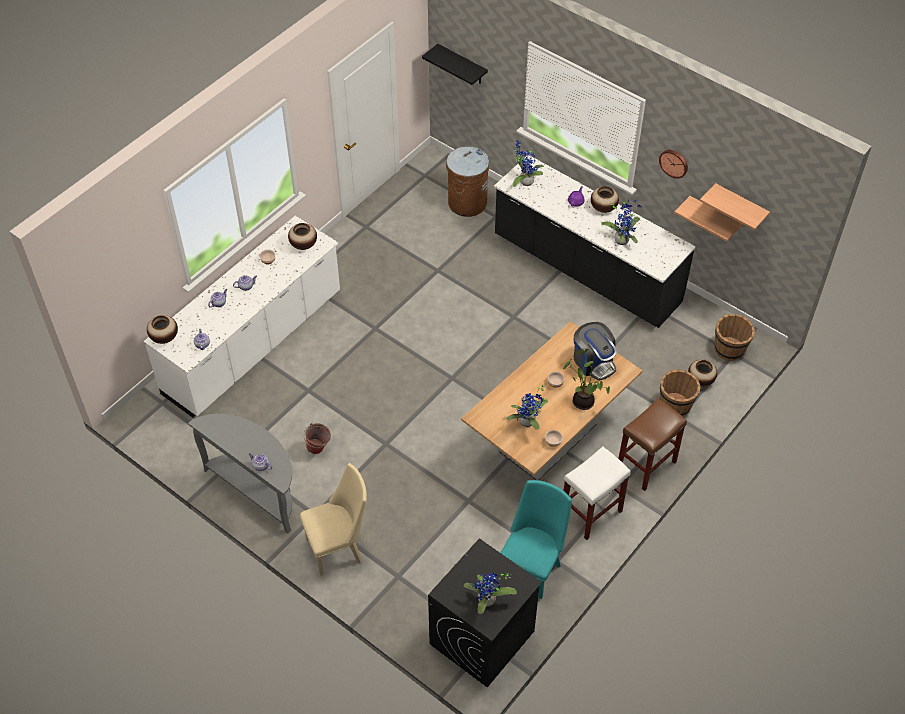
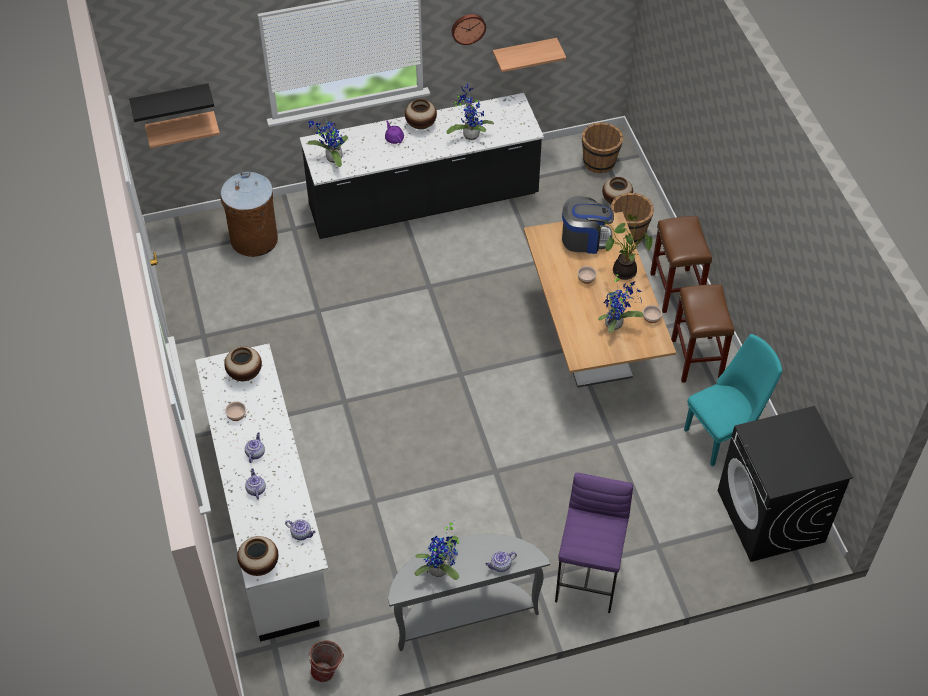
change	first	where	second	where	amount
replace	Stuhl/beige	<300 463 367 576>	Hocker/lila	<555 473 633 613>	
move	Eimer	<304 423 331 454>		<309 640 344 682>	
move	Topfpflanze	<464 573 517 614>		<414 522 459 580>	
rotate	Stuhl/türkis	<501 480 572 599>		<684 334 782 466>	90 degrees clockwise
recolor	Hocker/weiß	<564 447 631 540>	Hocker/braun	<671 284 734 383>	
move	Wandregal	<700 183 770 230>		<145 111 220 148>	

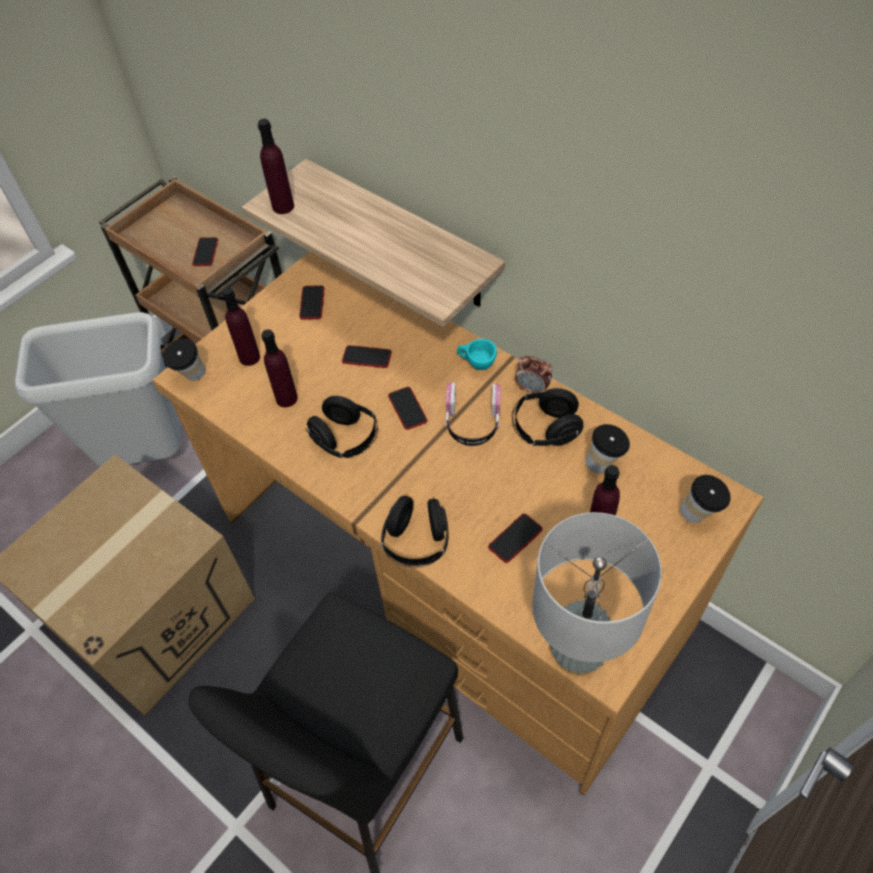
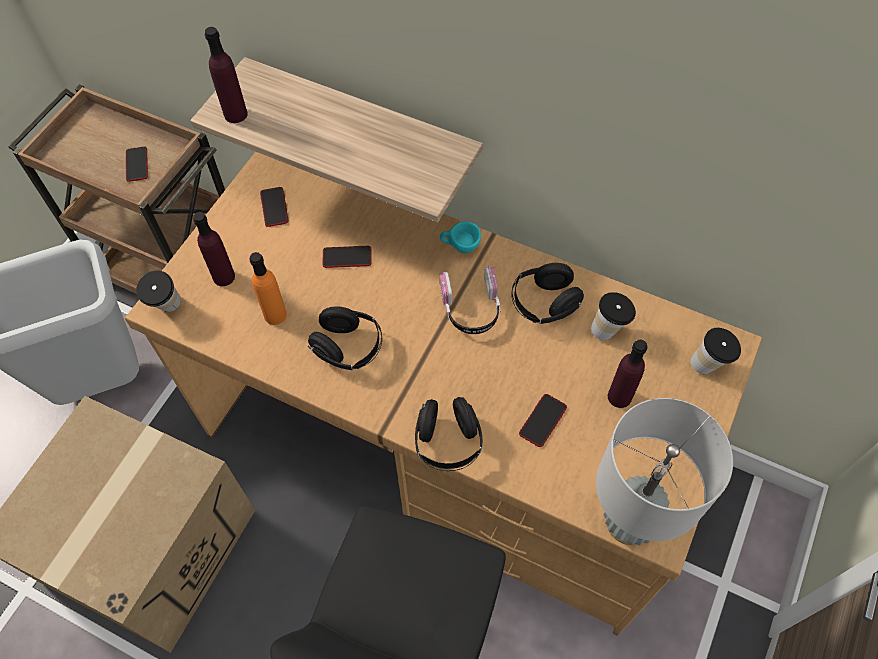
change	first	where	second	where	amount
recolor	Flasche/lila	<261 329 298 407>	Flasche/orange	<249 252 287 325>	
delete	Handy	<388 387 427 430>			
delete	Wecker	<515 356 552 393>			

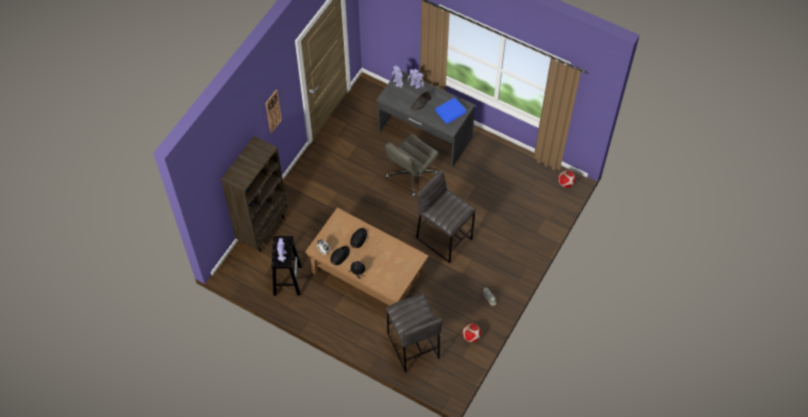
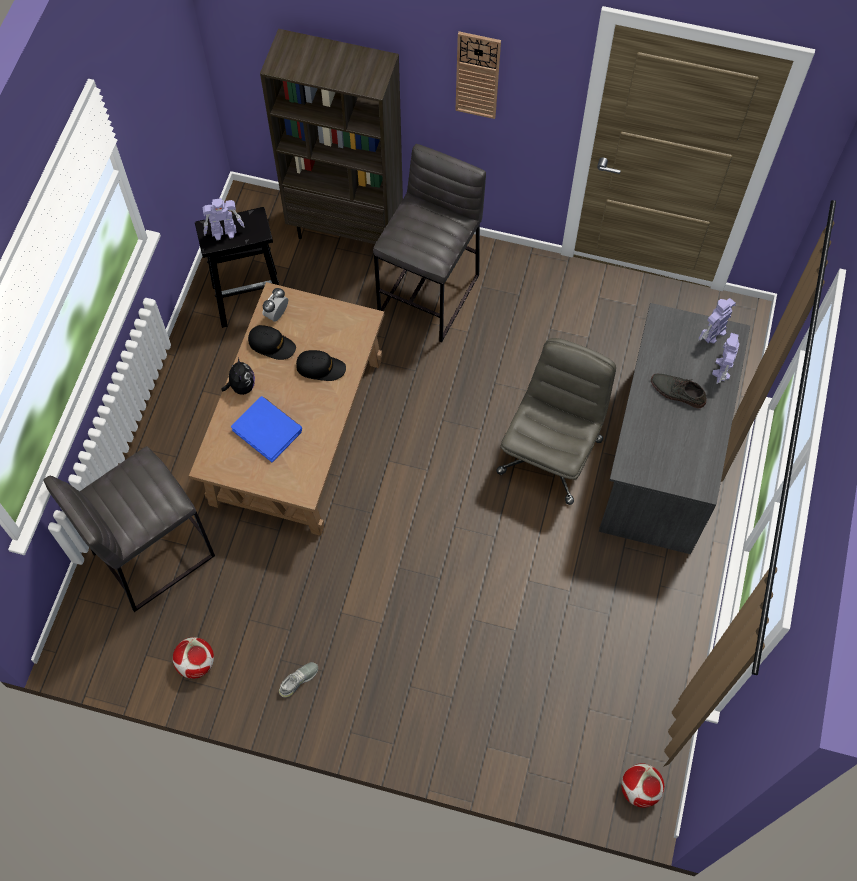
change	first	where	second	where	amount
rotate	Bürostuhl/grau	<385 134 439 197>		<496 338 616 505>	90 degrees clockwise
move	Hocker/grau	<416 170 475 263>		<373 144 486 342>	
move	Buch/blau	<435 98 466 124>		<231 396 302 462>	

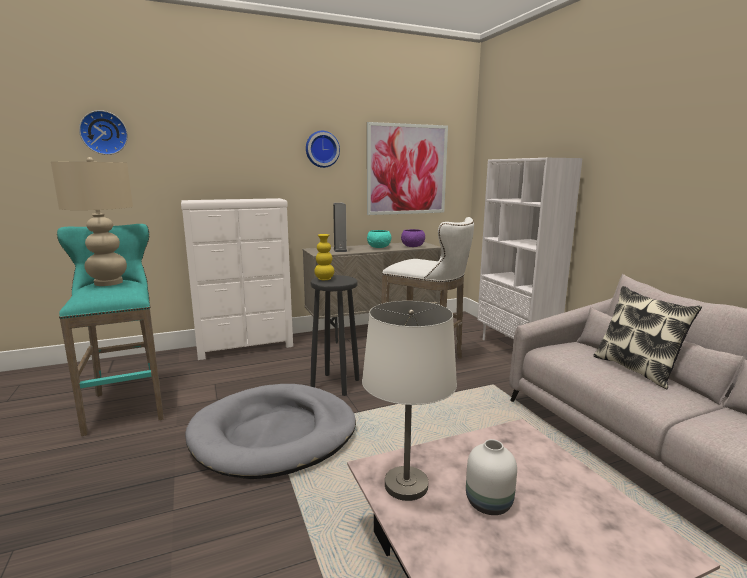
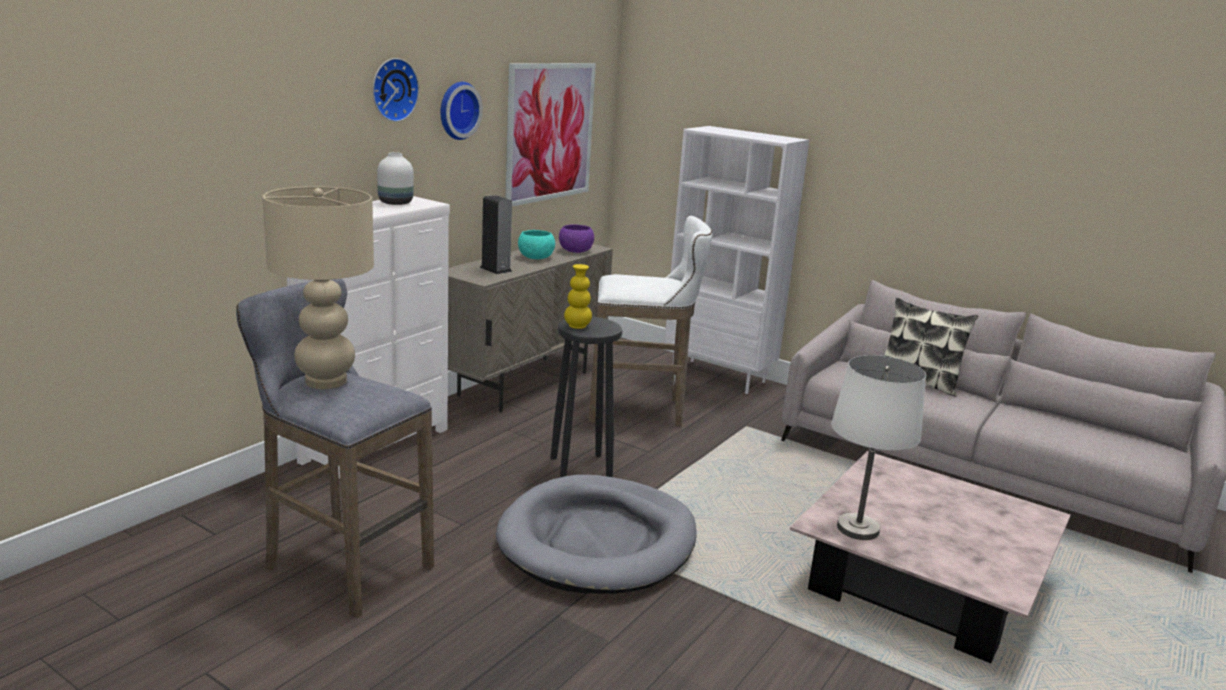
change	first	where	second	where	amount
recolor	Hocker/türkis	<57 224 164 436>	Hocker/grau	<236 278 434 618>	
move	Wanduhr	<79 110 128 155>		<373 58 419 122>	
move	Vase/weiß	<466 439 517 515>		<377 152 414 205>	

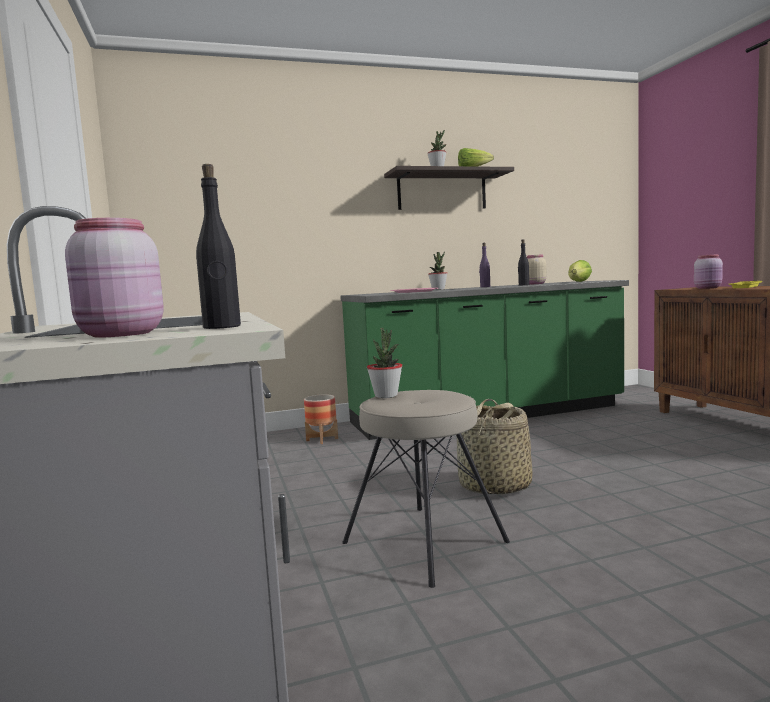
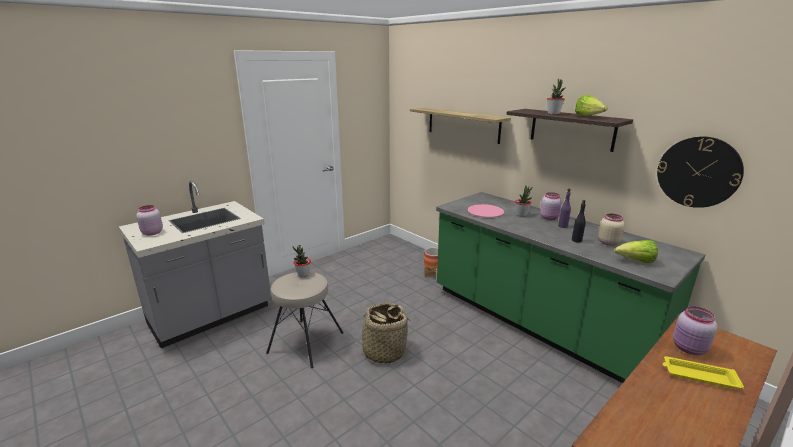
change	first	where	second	where	amount
delete	Flasche/schwarz	<196 164 241 329>			
insert			Wandregal	<410 107 511 144>	
insert			Vorratsglas/rosa	<540 192 562 220>	
insert			Wanduhr	<657 136 744 208>	

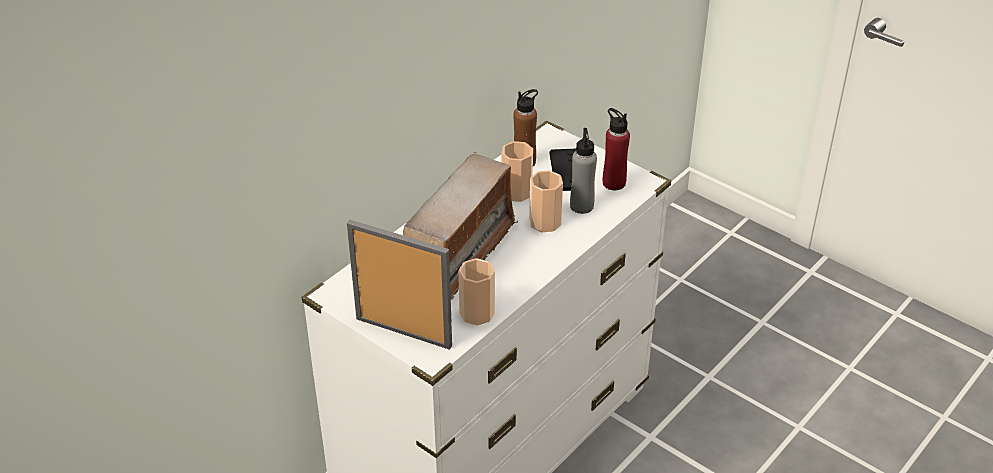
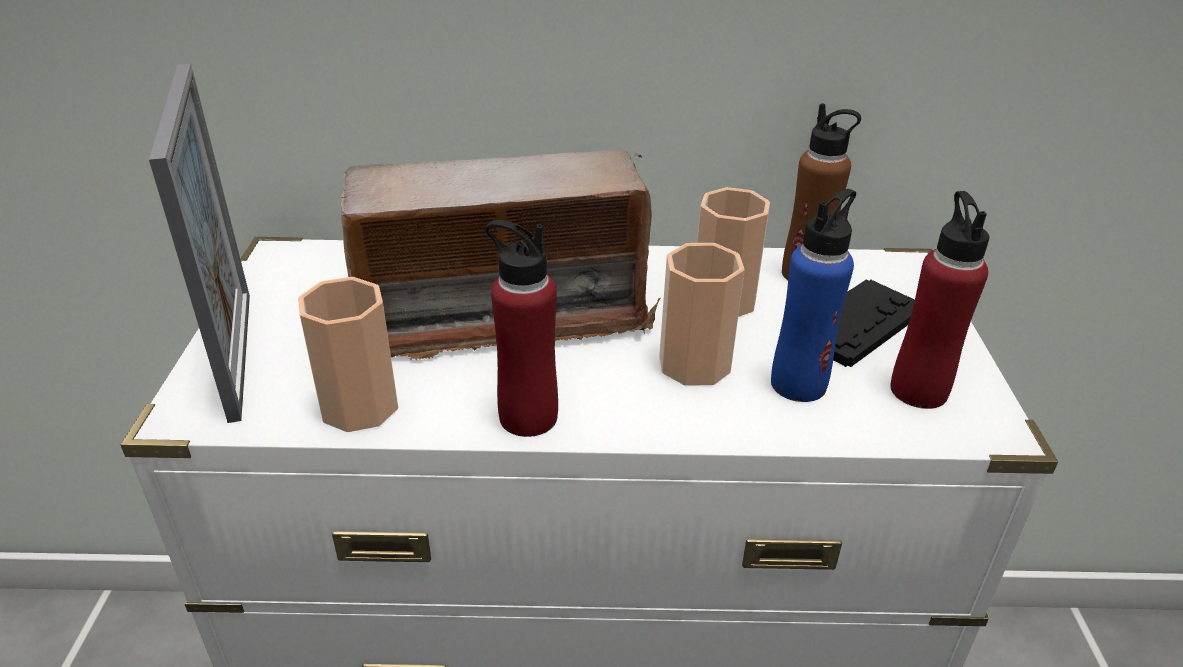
change	first	where	second	where	amount
recolor	Flasche/grau	<570 128 597 214>	Flasche/blau	<771 189 856 402>	
insert			Flasche/rot	<486 220 558 437>	

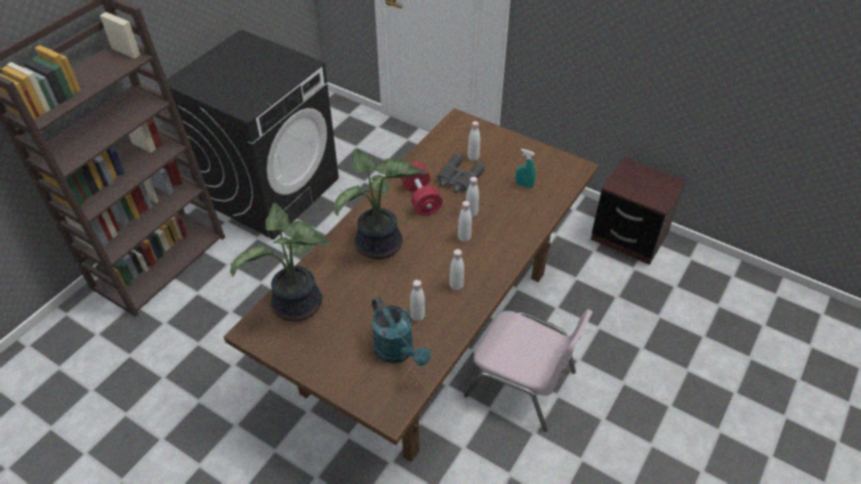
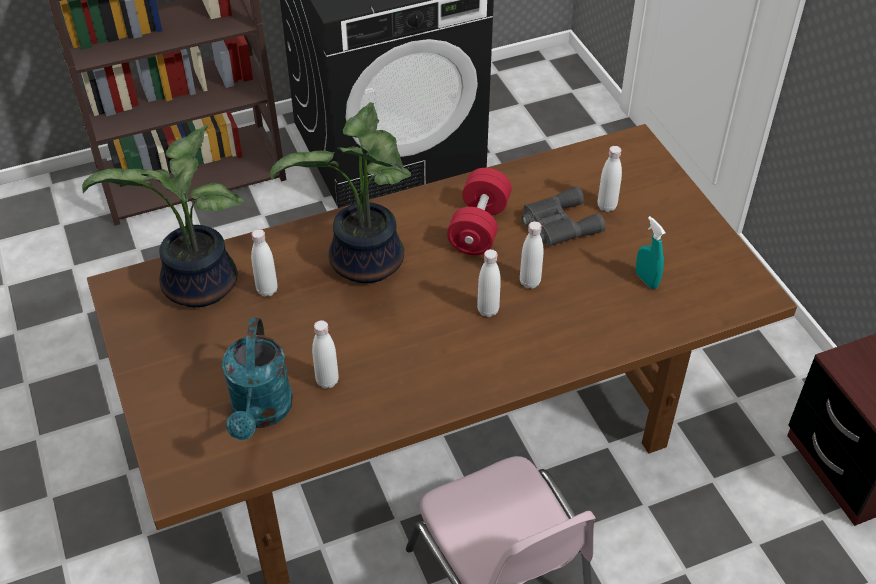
change	first	where	second	where	amount
move	Flasche/weiß	<450 249 464 291>		<251 229 278 297>	

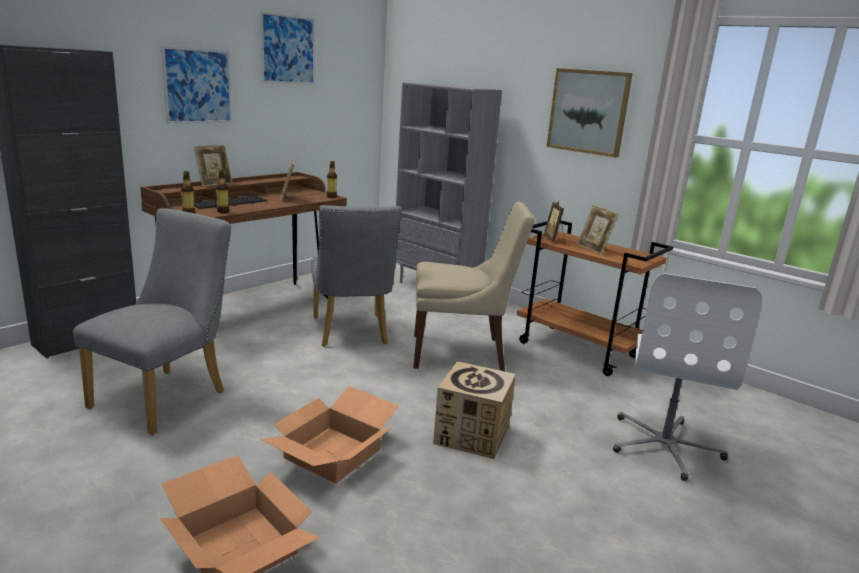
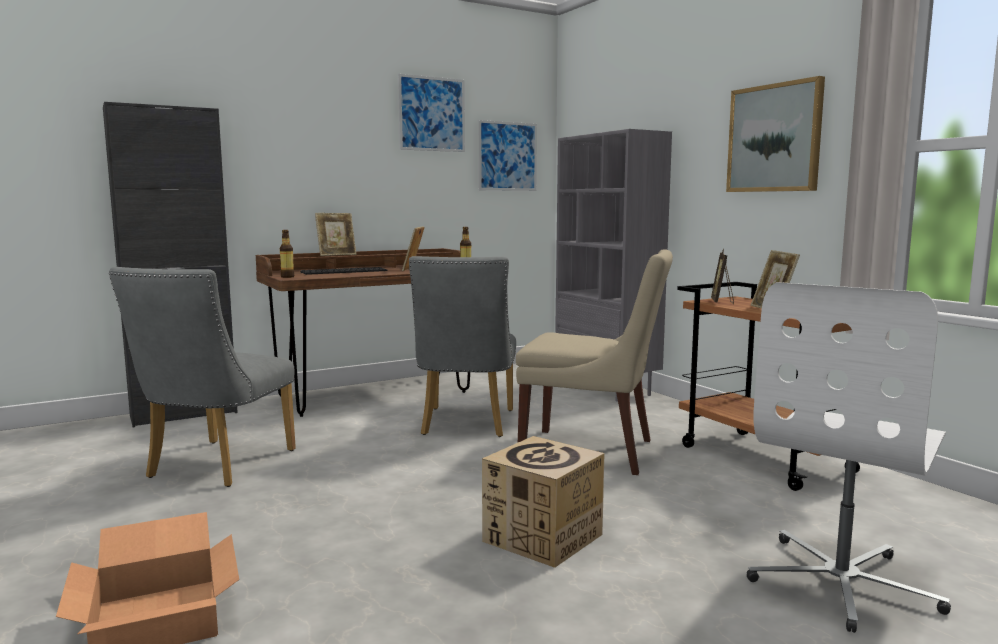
change	first	where	second	where	amount
rotate	Stuhl/grau	<73 208 231 435>		<109 267 296 487>	150 degrees clockwise
move	Bild	<161 46 232 124>		<478 120 537 191>	
delete	Flasche	<216 170 229 213>			
delete	Karton	<259 386 399 484>			

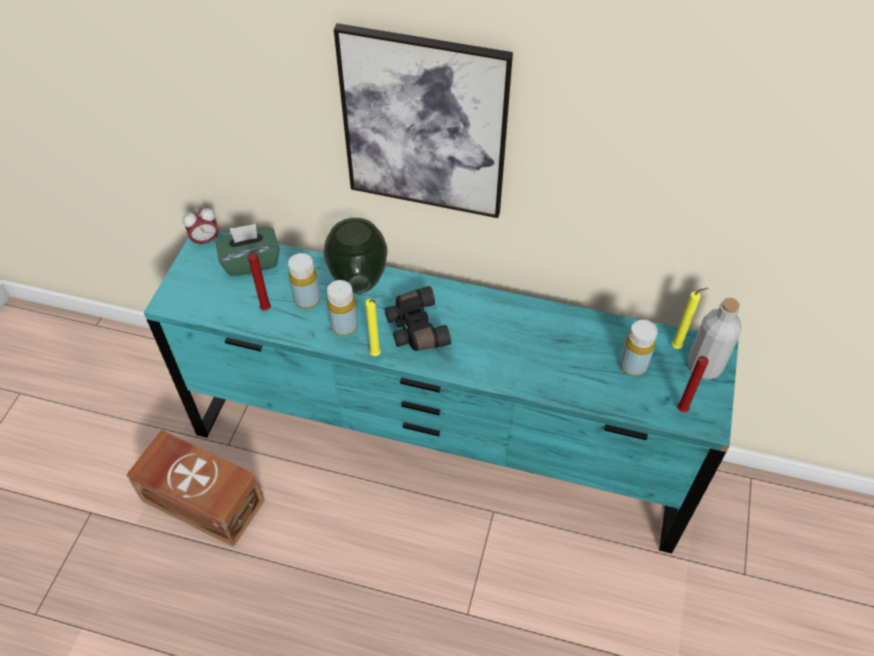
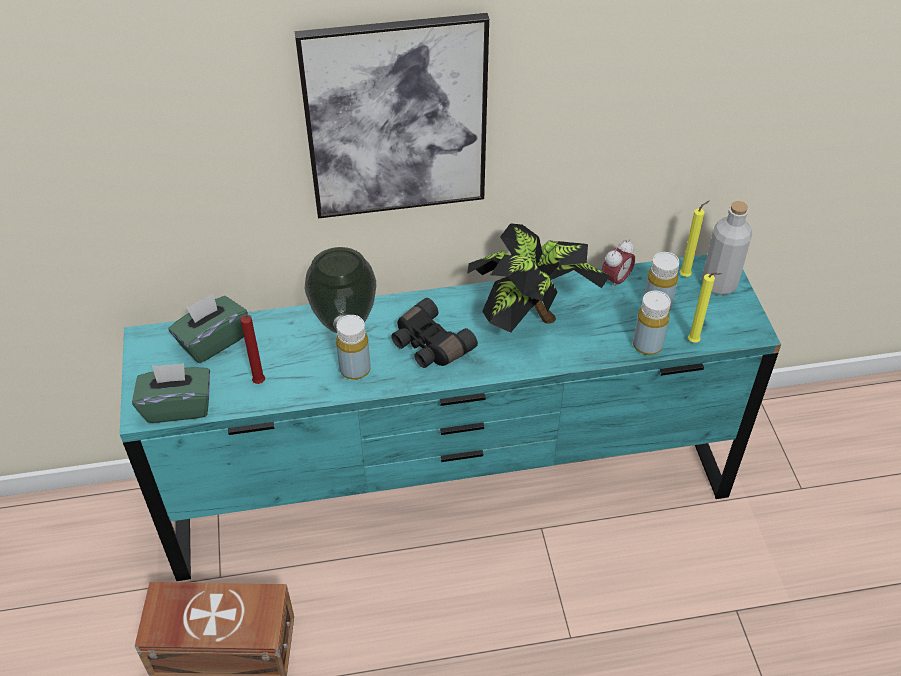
change	first	where	second	where	amount
move	Wecker	<183 207 219 248>		<601 240 635 290>	
move	Flasche/gelb	<288 253 320 309>		<633 291 671 355>	
move	Kerze/gelb	<365 299 381 356>		<688 272 722 343>	
delete	Kerze/rot	<677 356 708 412>			
insert			Taschentuchbox/grün	<132 363 210 423>	
insert			Topfpflanze	<467 223 610 333>	

